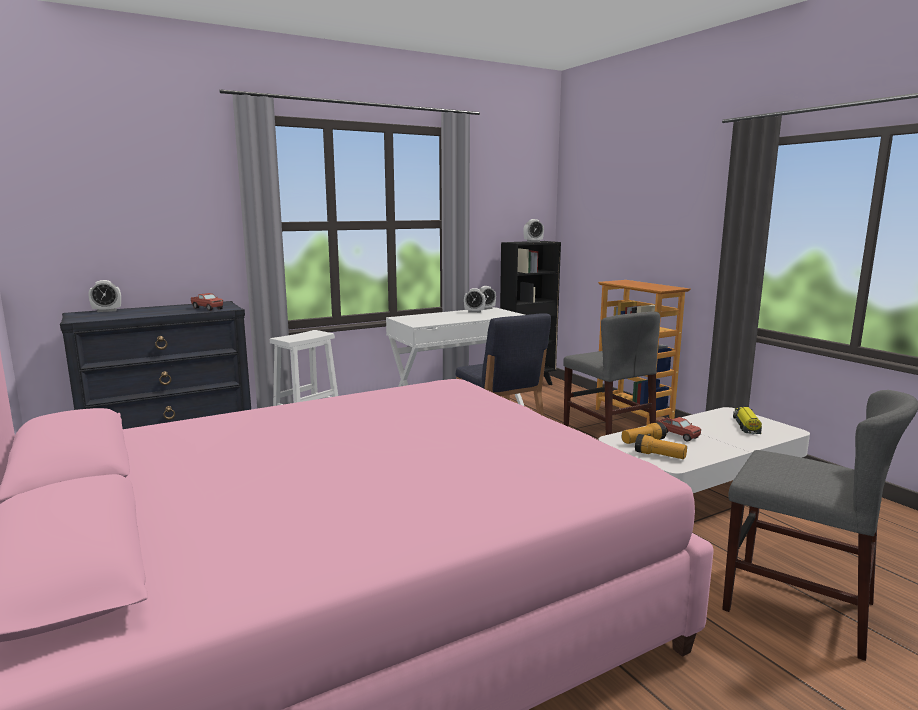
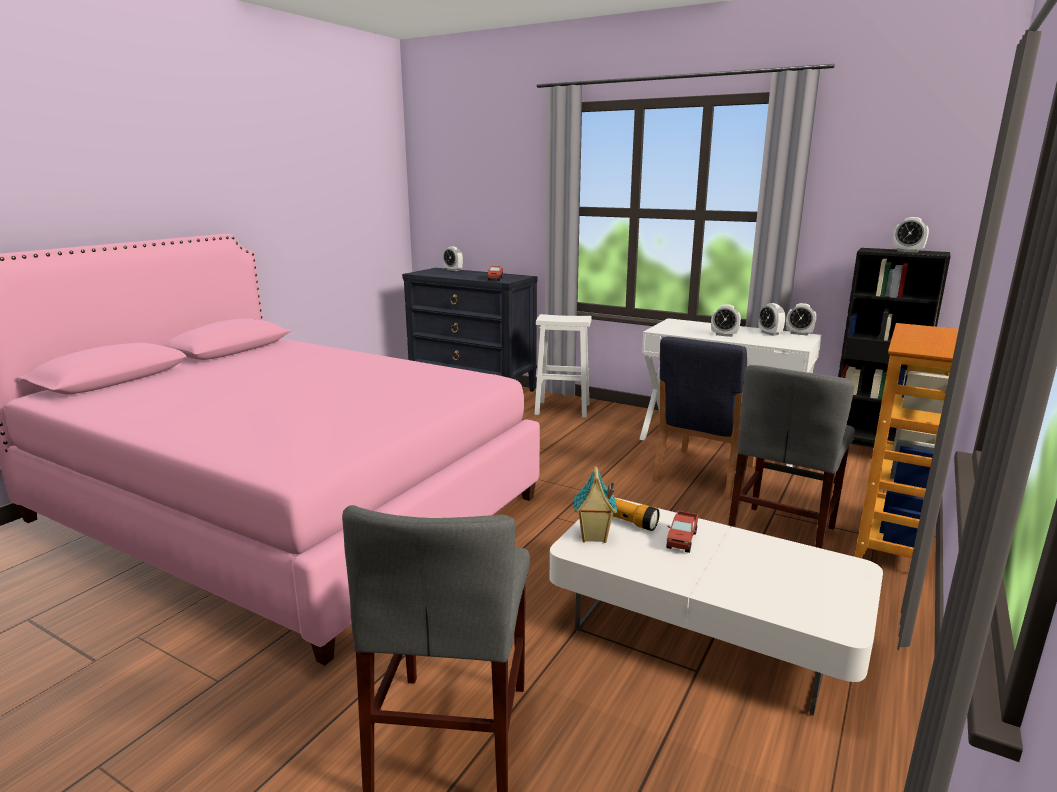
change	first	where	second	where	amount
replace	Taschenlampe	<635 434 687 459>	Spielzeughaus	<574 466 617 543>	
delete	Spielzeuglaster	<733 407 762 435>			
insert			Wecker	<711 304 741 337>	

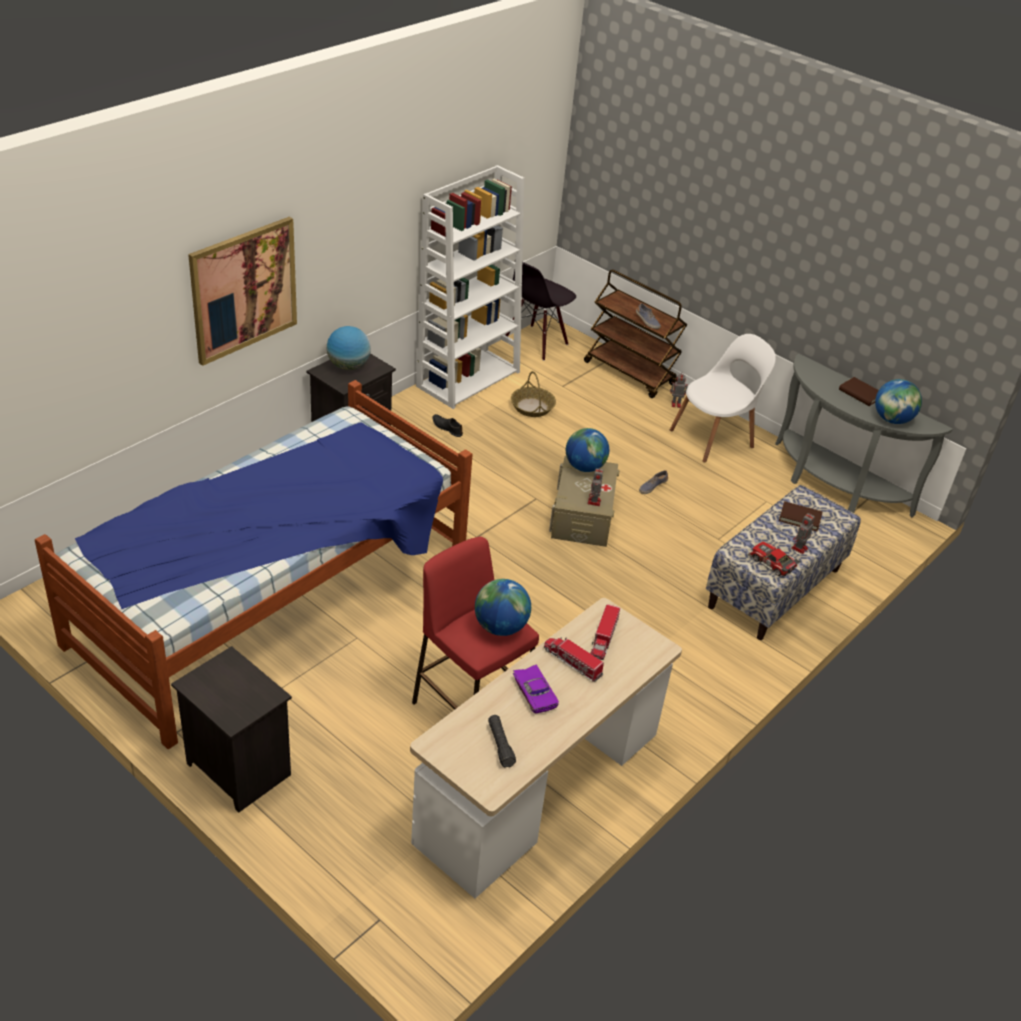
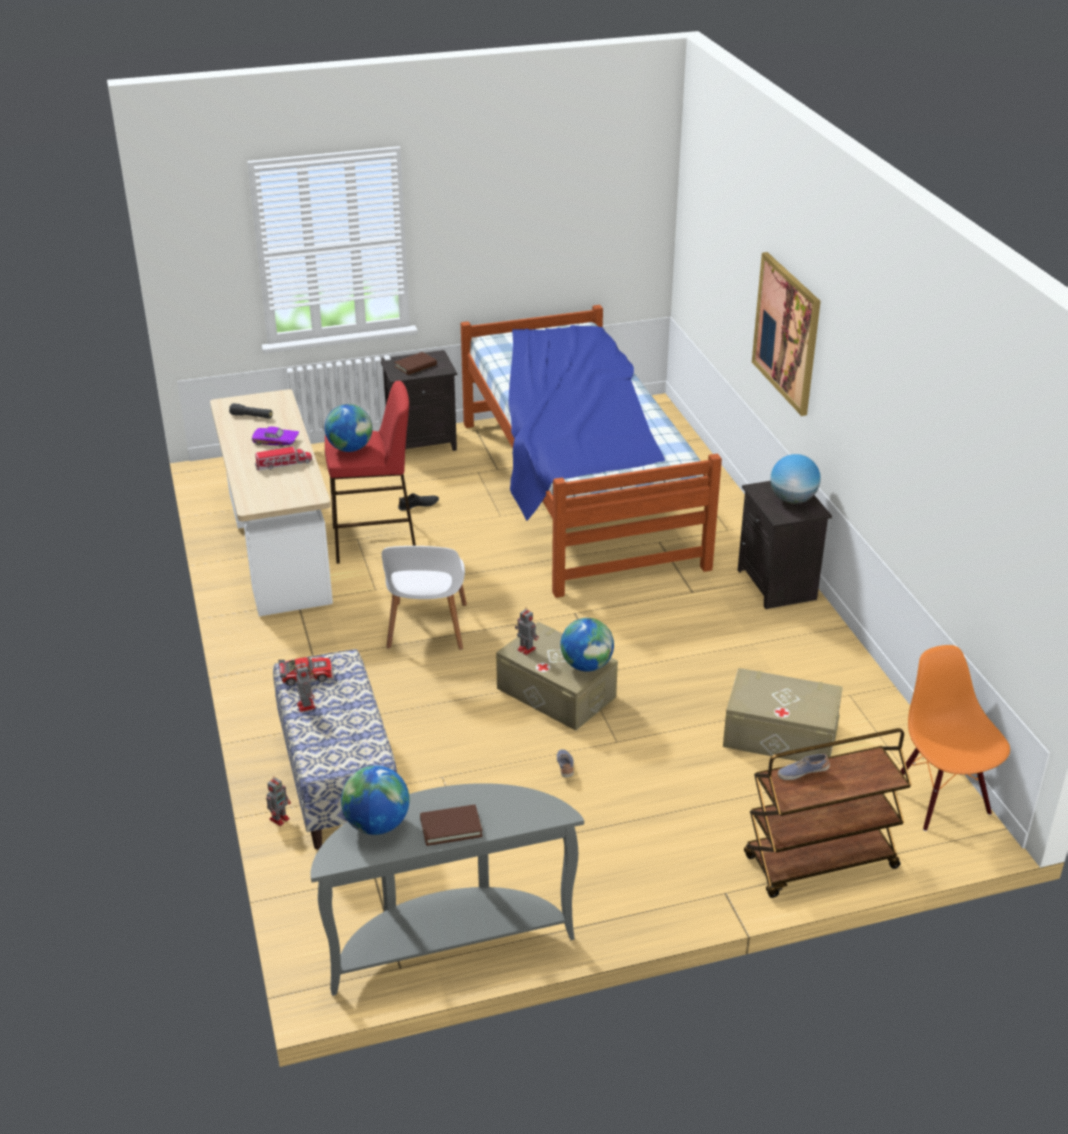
change	first	where	second	where	amount
delete	Bücherregal/weiß	<416 165 524 409>			
move	Schuh/schwarz	<433 414 463 437>		<398 493 439 511>	
recolor	Stuhl/schwarz	<506 262 576 361>	Stuhl/orange	<900 645 1010 831>	
replace	Korb	<511 371 556 417>	Aufbewahrungsbox/beige	<723 668 843 761>	
delete	Spielzeuglaster	<590 604 620 660>			
move	Stuhl/weiß	<670 334 776 462>		<382 546 467 650>	
move	Spielzeugroboter	<670 372 688 408>		<266 776 291 826>	
move	Buch/braun	<779 501 822 532>		<394 352 437 375>	

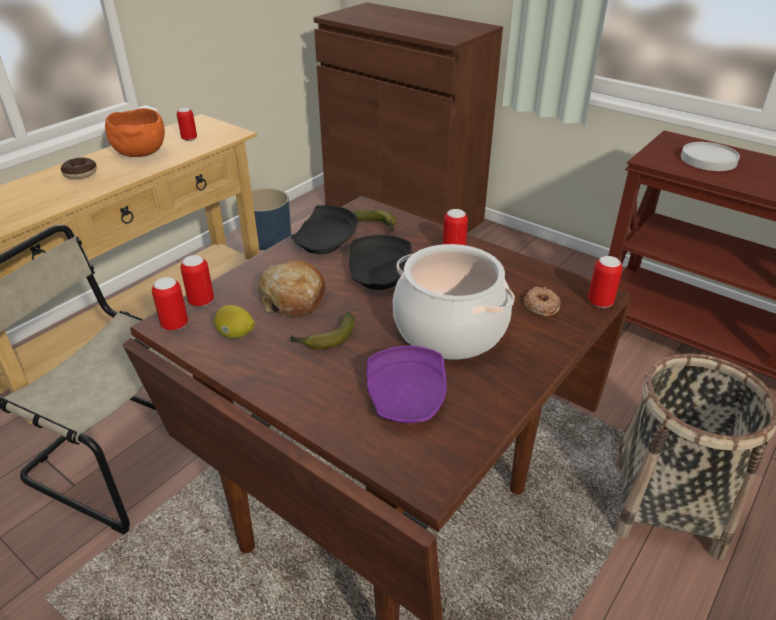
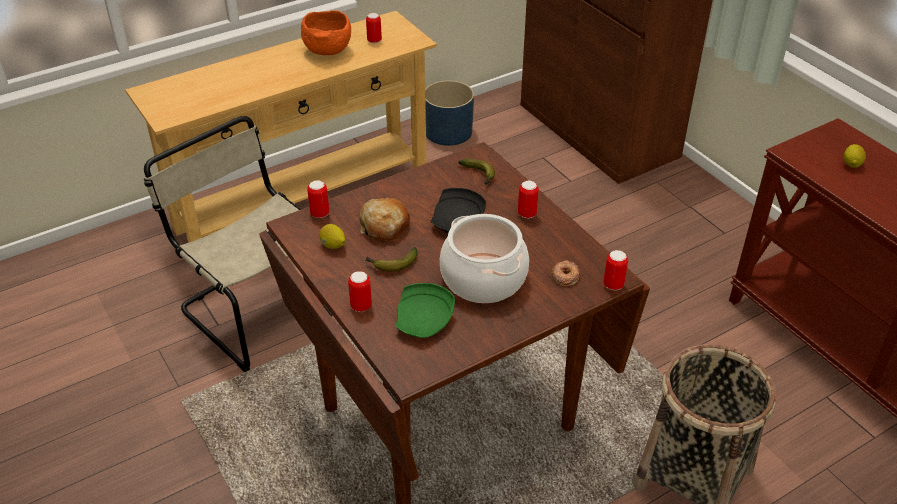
change	first	where	second	where	amount
delete	Donut	<61 158 97 179>			
move	Dose	<152 277 188 331>		<348 271 372 312>	
delete	Teller/schwarz	<290 205 358 254>			
recolor	Teller/lila	<366 345 447 423>	Teller/grün	<395 283 455 338>	
replace	Teller/weiß	<681 142 740 171>	Zitrone	<843 144 866 168>	

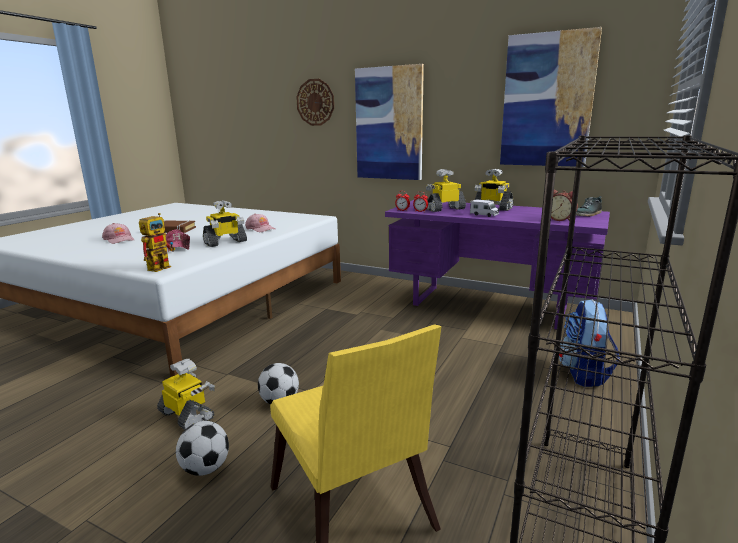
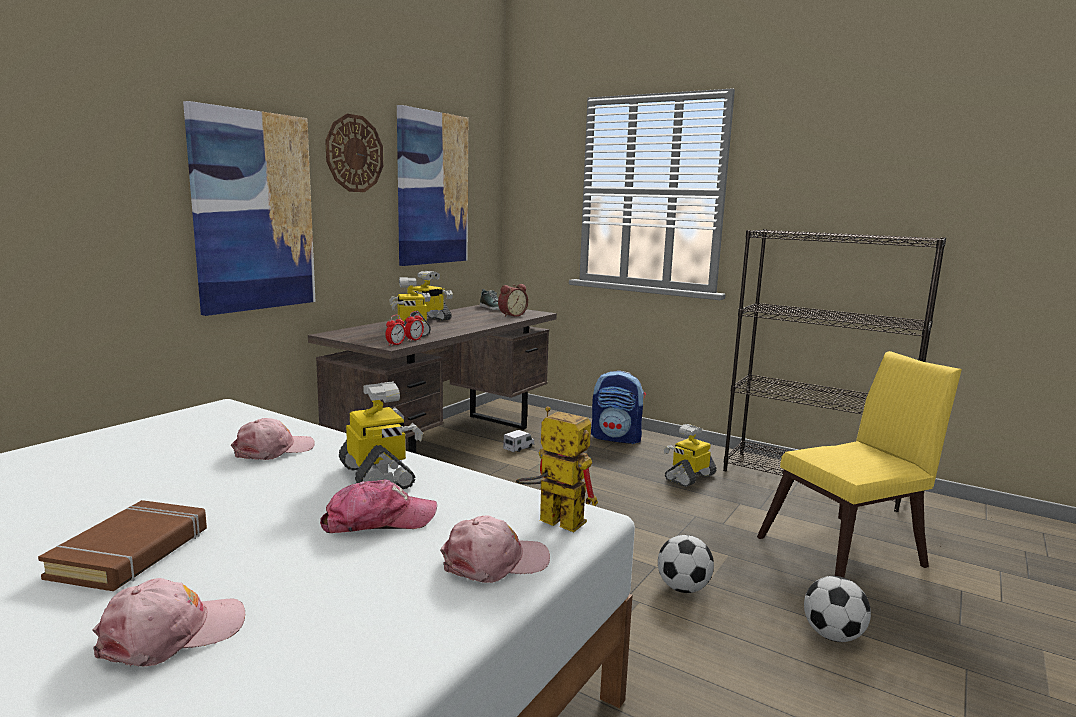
change	first	where	second	where	amount
move	Spielzeugroboter	<157 359 215 430>		<664 424 717 487>	
move	Wanduhr	<296 79 334 126>		<325 114 383 192>	
recolor	Schreibtisch/lila	<385 200 610 329>	Schreibtisch/braun	<308 305 557 454>	
move	Spielzeuglaster	<470 199 499 217>		<503 430 534 452>	
insert			Kappe/rosa	<440 515 550 583>	

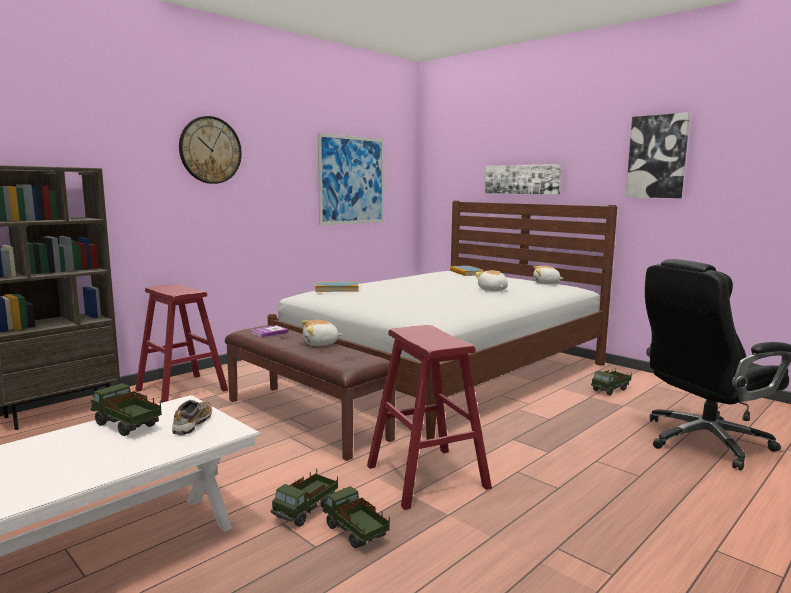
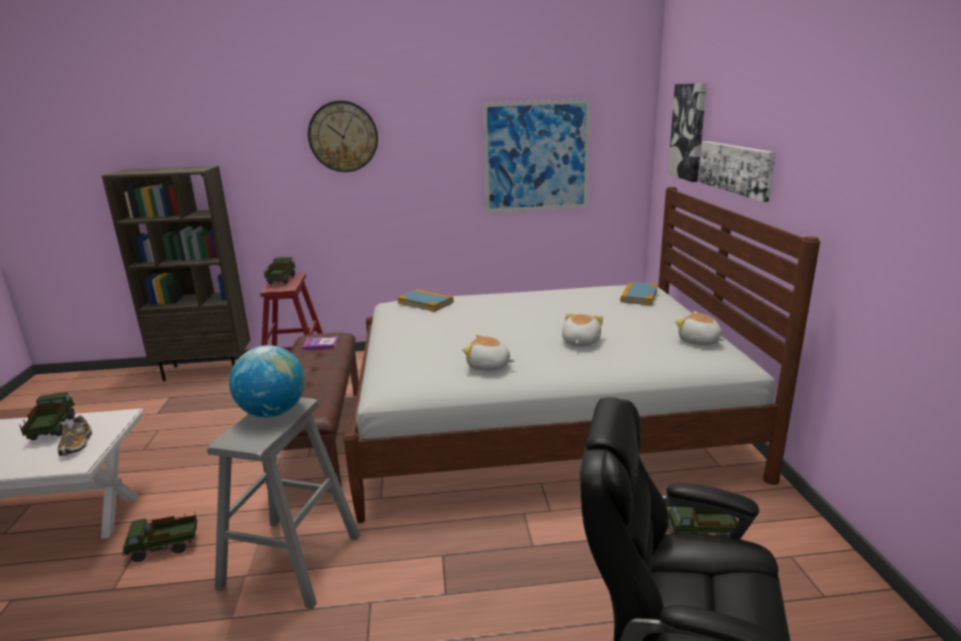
change	first	where	second	where	amount
rotate	Schuh	<172 400 212 436>		<57 415 92 456>	120 degrees clockwise
move	Plüschtier	<301 320 343 346>		<462 334 515 371>	
move	Spielzeuglaster	<323 486 390 548>		<264 257 296 284>	
recolor	Hocker/rot	<367 325 492 510>	Hocker/grau	<207 397 360 609>	
move	Bild	<626 112 690 198>		<668 83 707 182>	
insert			Globus	<229 345 305 417>	

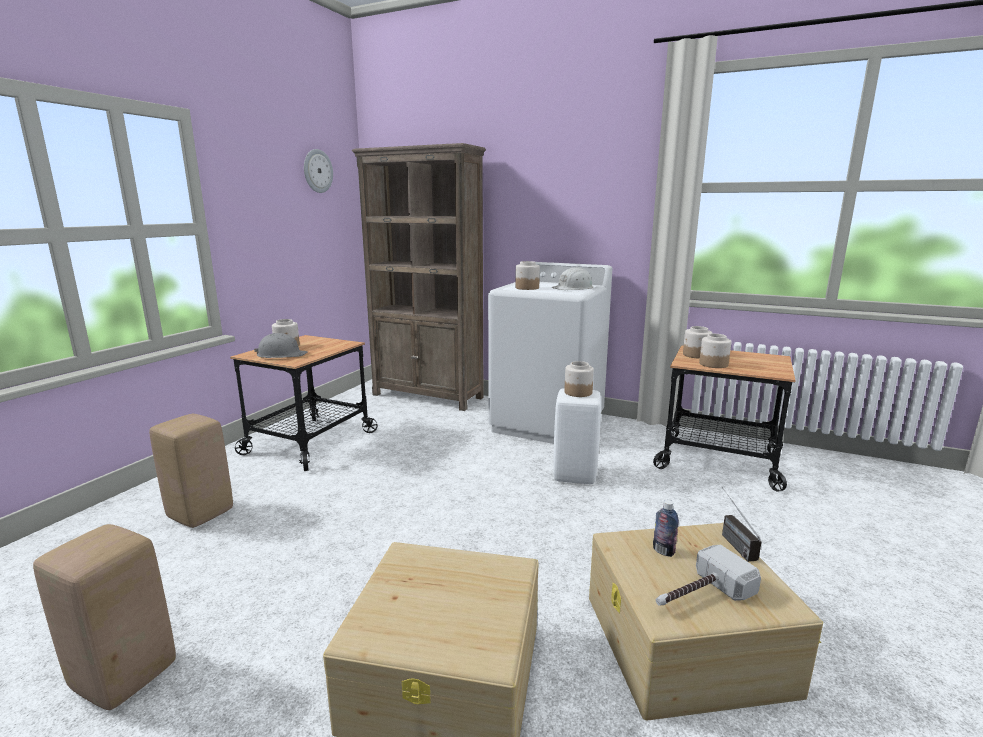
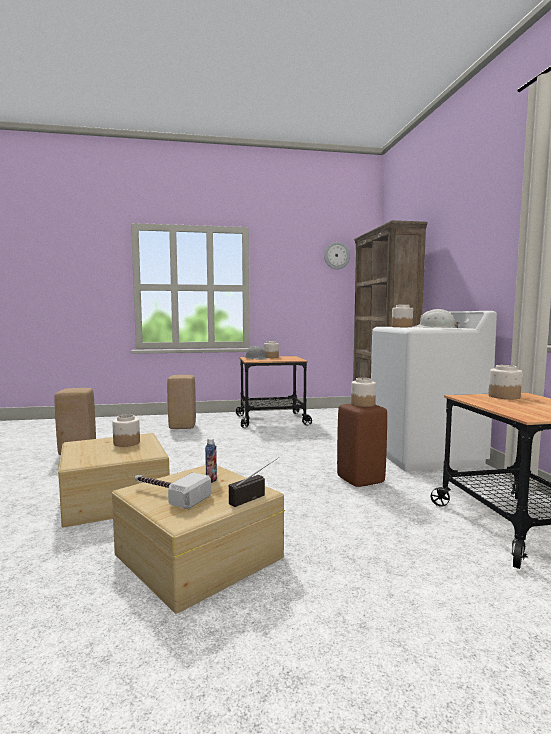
change	first	where	second	where	amount
recolor	Hocker/weiß	<553 388 601 484>	Hocker/braun	<337 403 387 487>	
move	Vorratsglas	<699 334 731 368>		<112 414 140 447>	

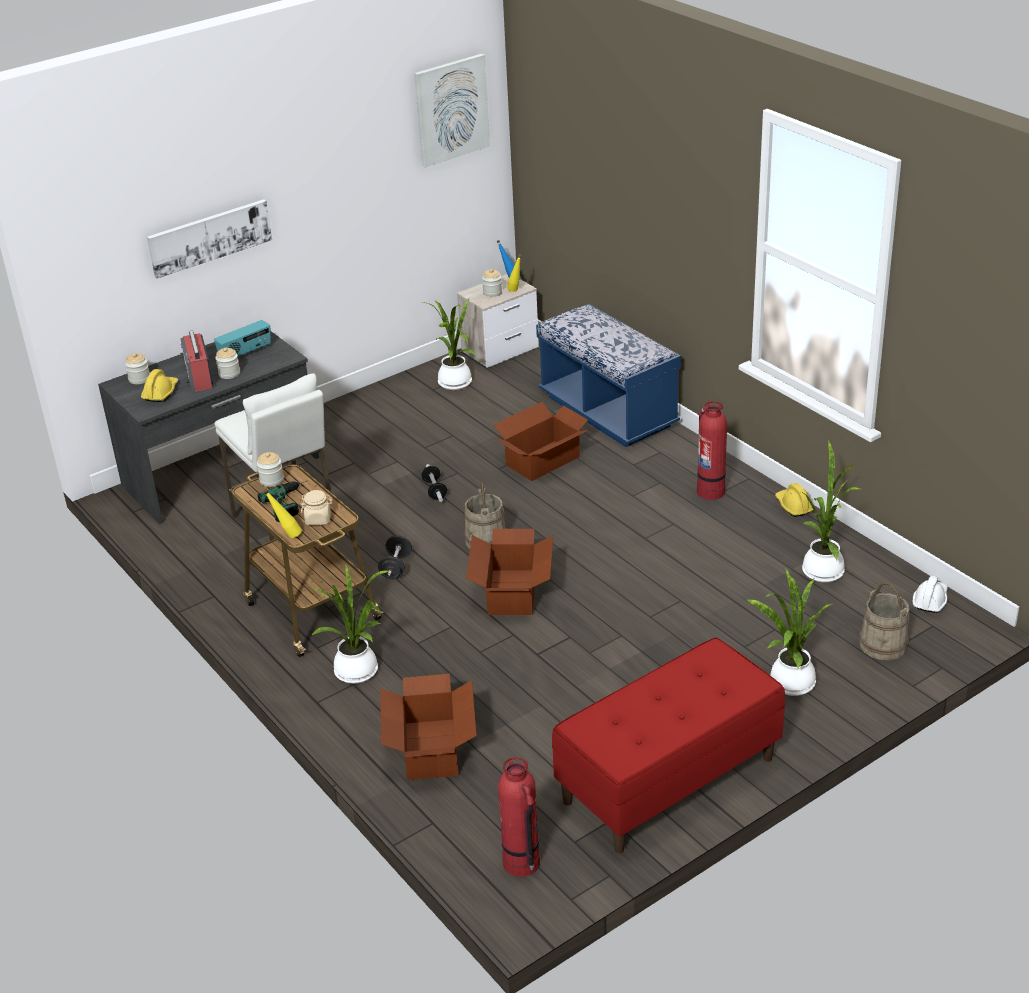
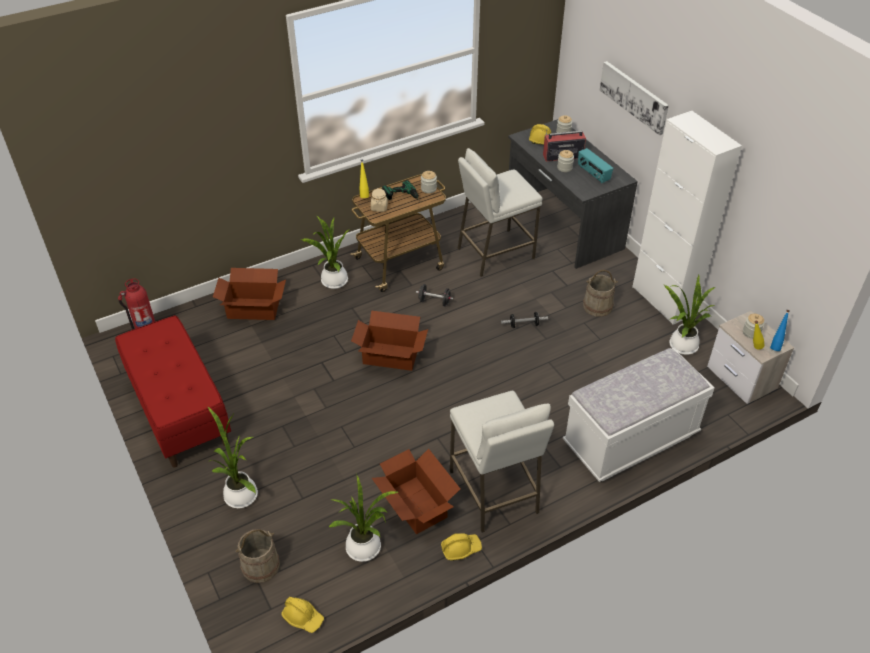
change	first	where	second	where	amount
delete	Bild	<414 54 490 167>			
move	Eimer/beige	<464 482 506 549>		<583 270 618 317>	
move	Karton	<494 402 589 481>		<372 449 460 534>	
recolor	Bank/blau	<536 304 681 447>	Bank/weiß	<563 348 715 482>	
replace	Feuerlöscher	<697 401 727 500>	Hocker/weiß	<450 391 554 533>	
recolor	Schutzhelm/weiß	<913 576 948 613>	Schutzhelm/gelb	<281 597 324 633>	
insert			Schrank/weiß	<632 111 742 325>	

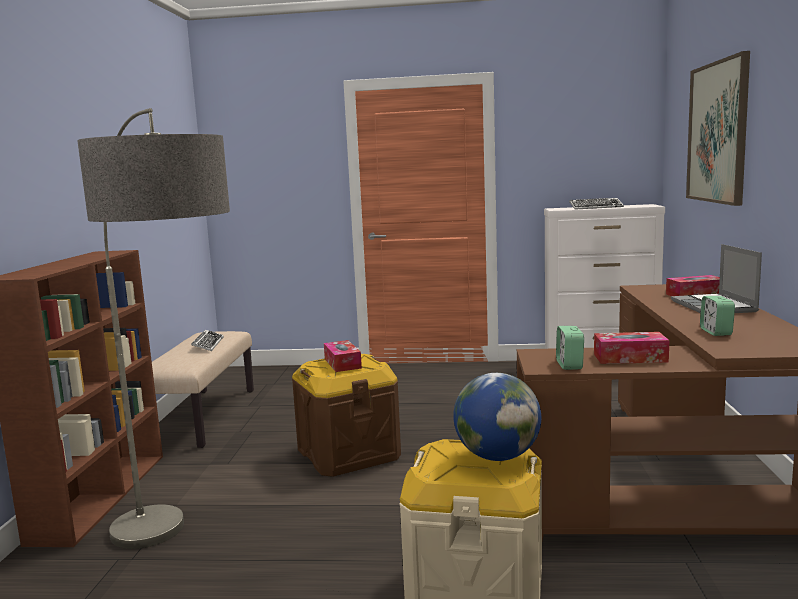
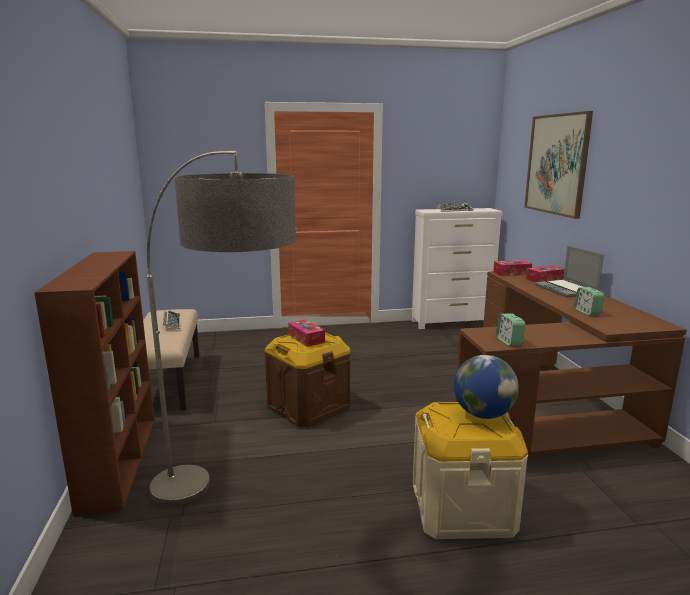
change	first	where	second	where	amount
move	Taschentuchbox	<594 332 669 364>		<493 260 532 276>	

